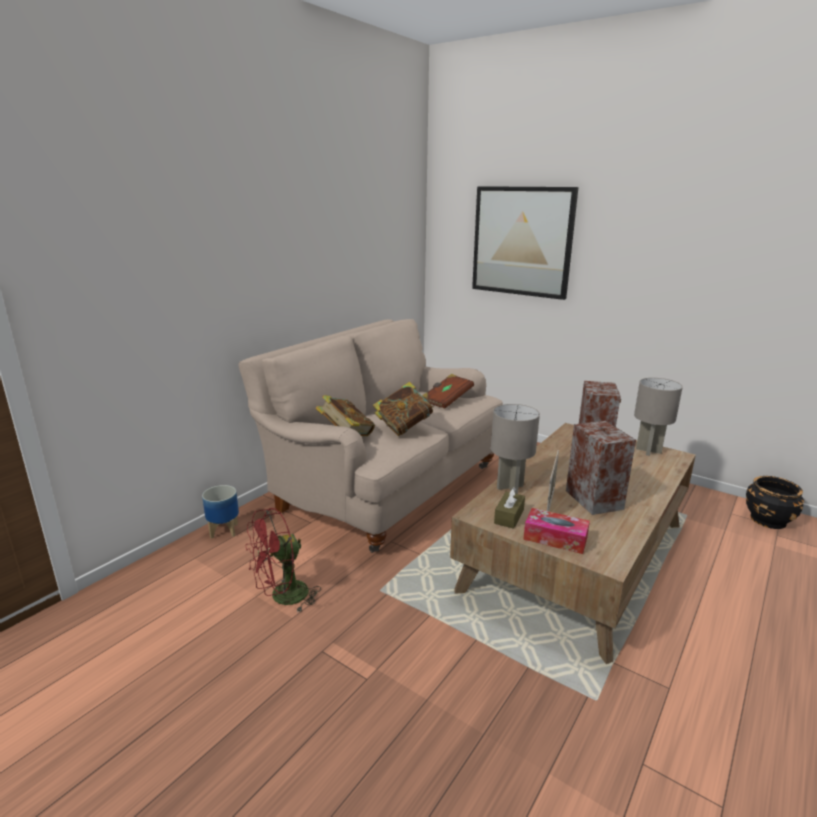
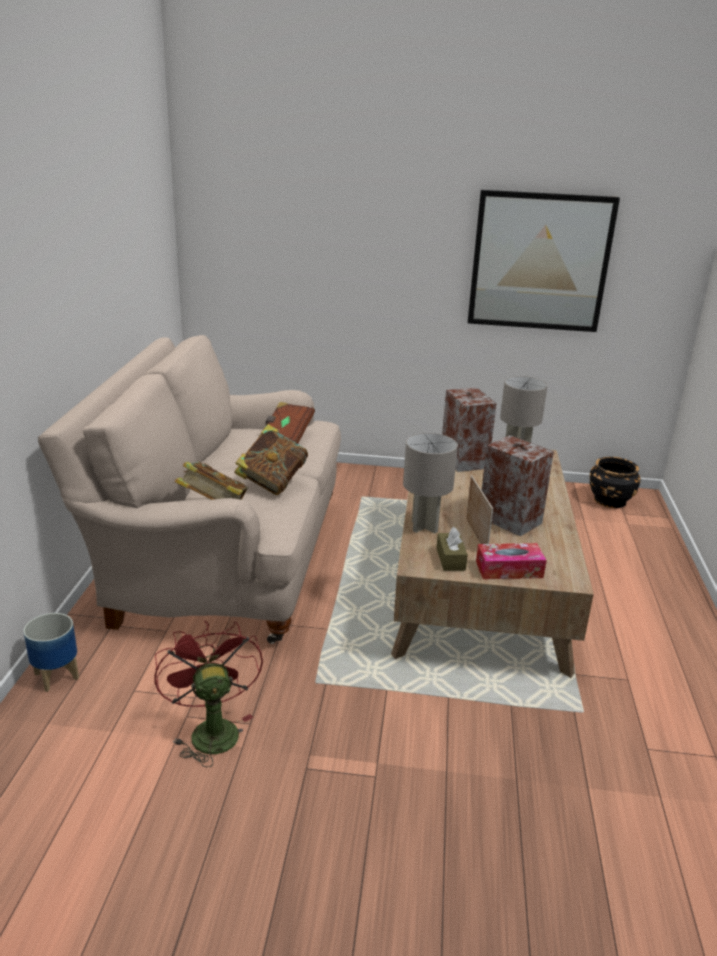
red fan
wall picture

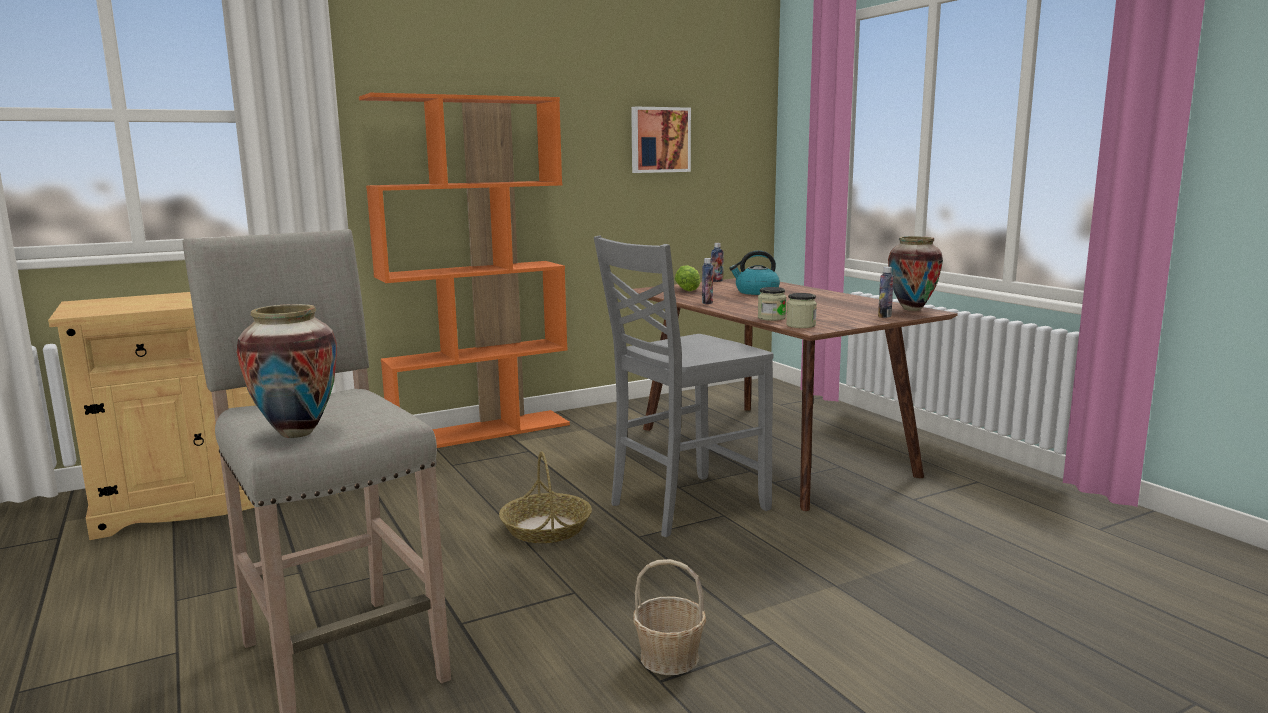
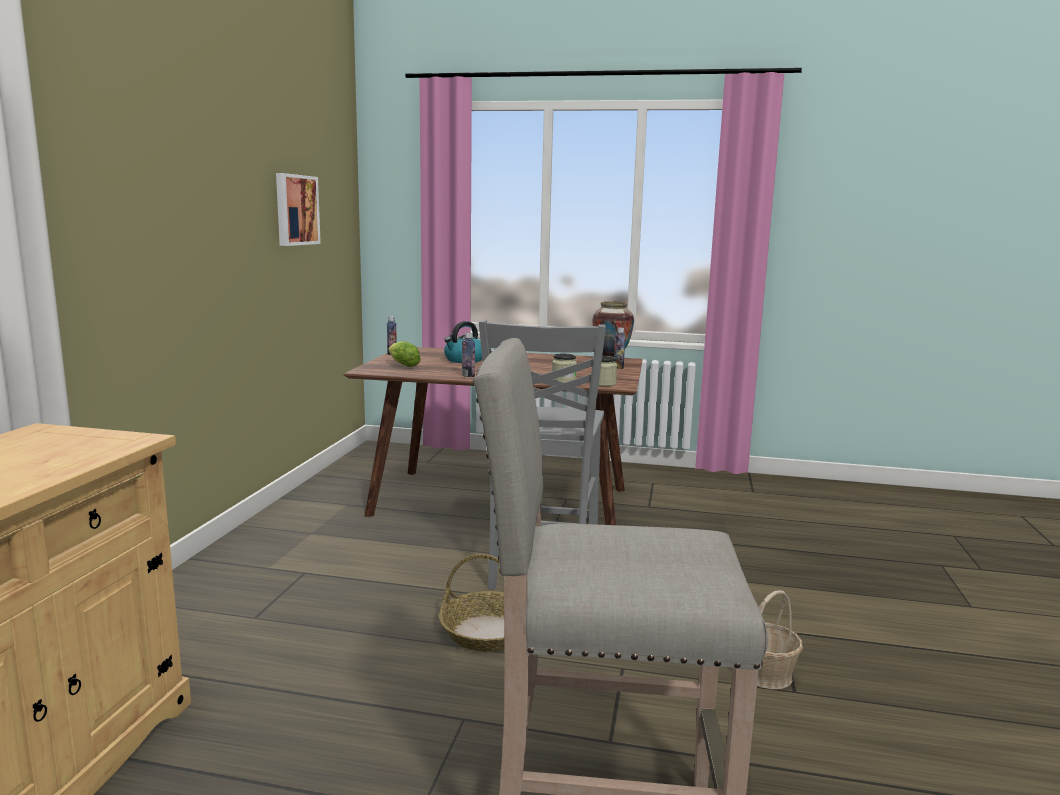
vase (no. 1 from left in the first image)
orangey bookshelf

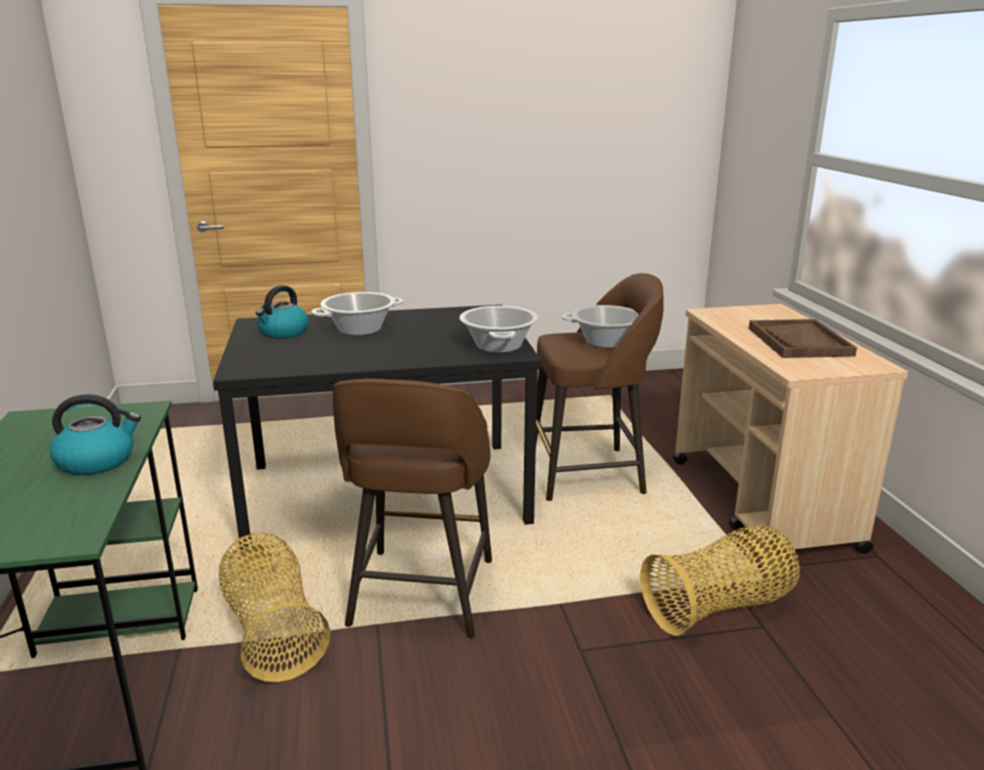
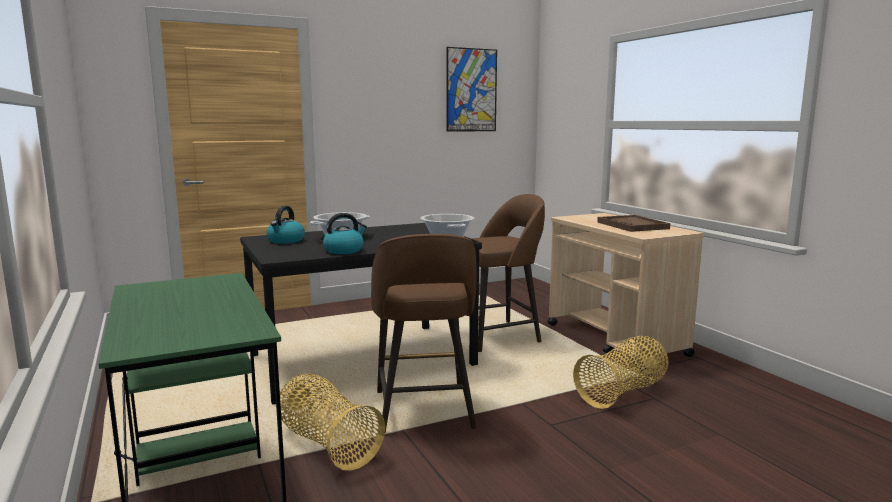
water kettle (no. 2 from left)
cooking pot (no. 3 from left in the first image)
wall picture

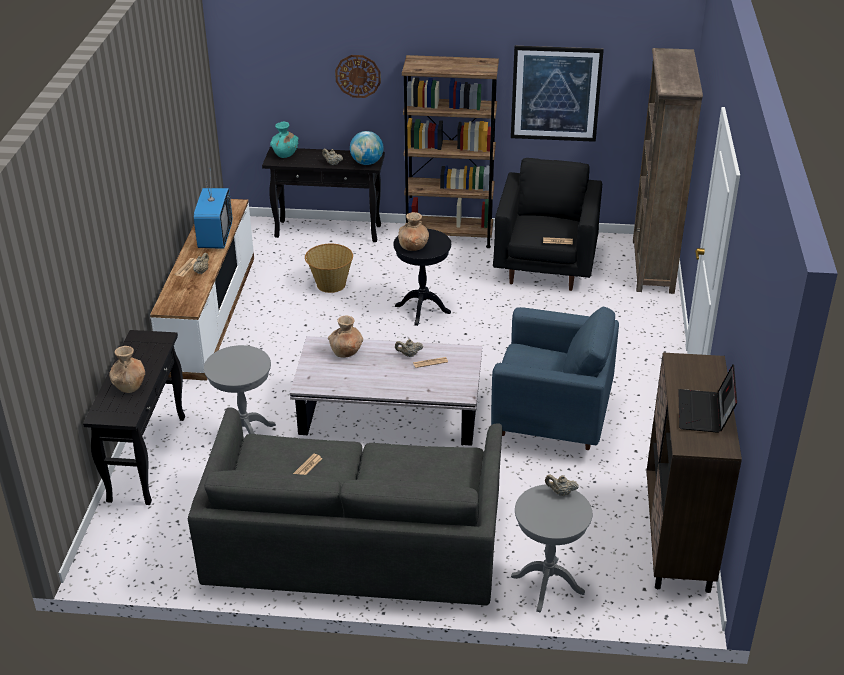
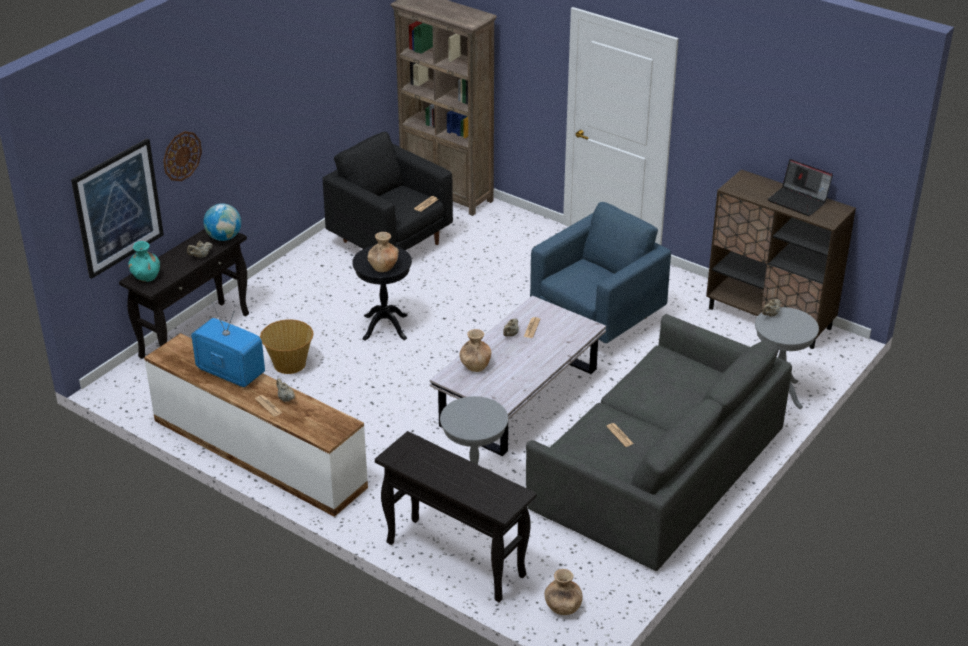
brown vase (no. 3 from left)
brown bookshelf (no. 1 from left in the first image)
wall picture

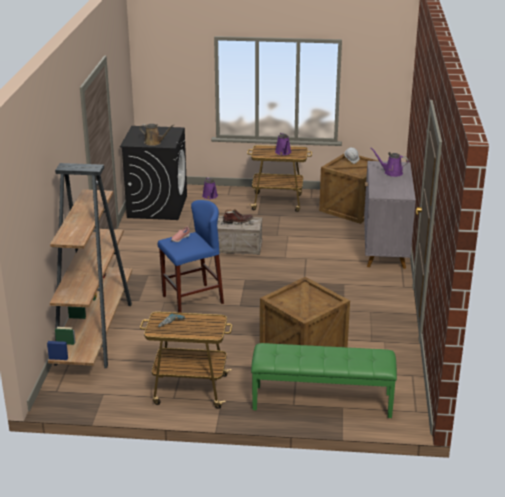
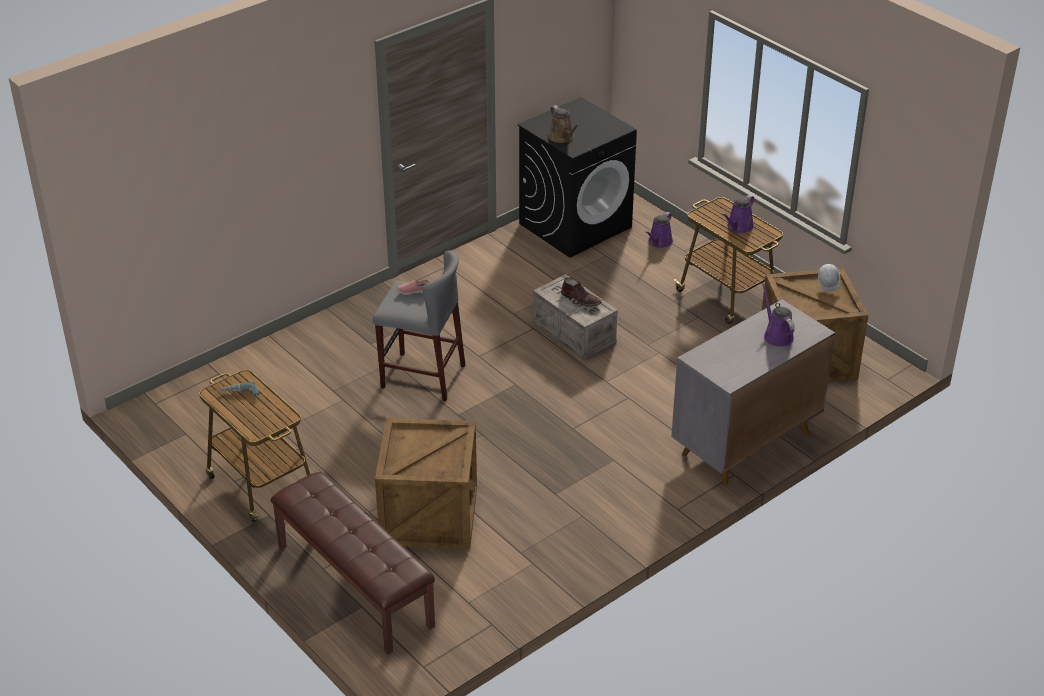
brown bookshelf
greyish stool
brown bench

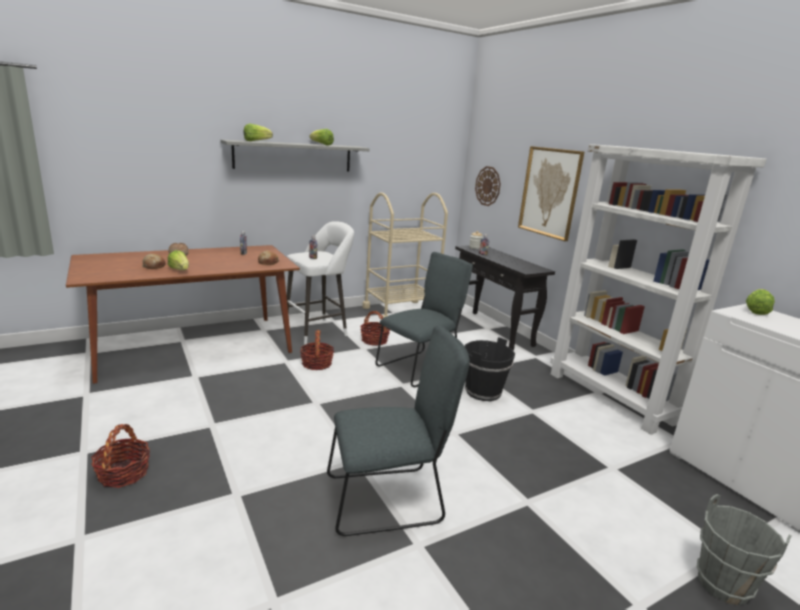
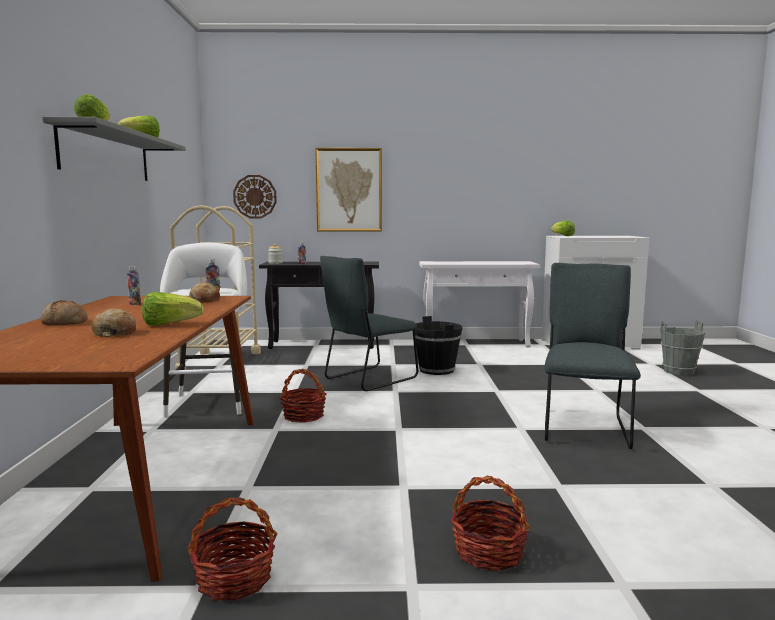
basket (no. 1 from left)
greyish chair (no. 1 from left)
whitish narrow table

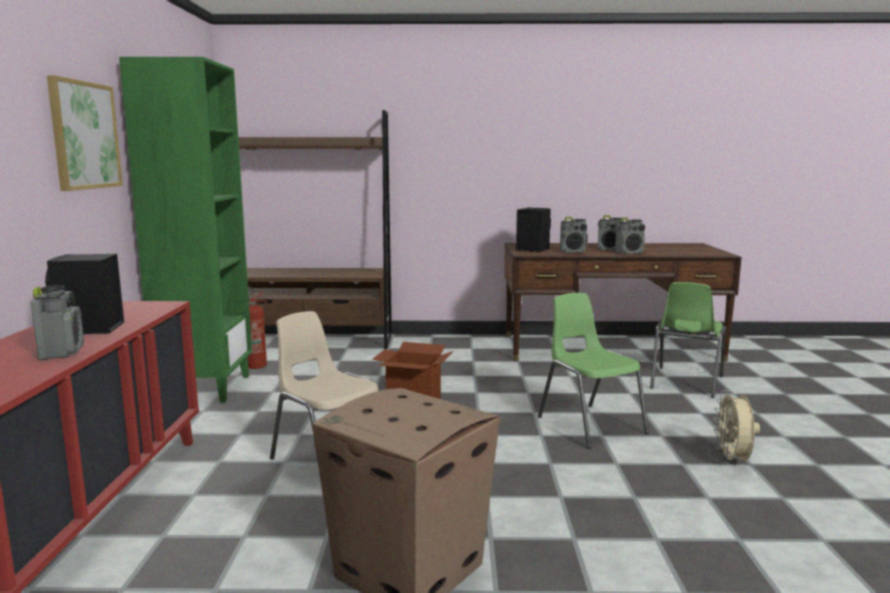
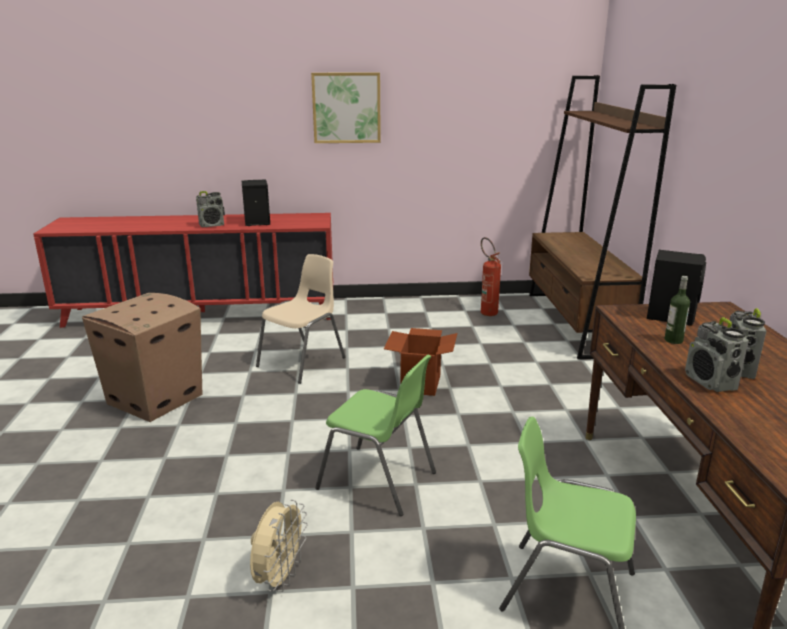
green-coloured bookshelf
green-coloured chair (no. 1 from left)
beverage bottle
sand-coloured fan

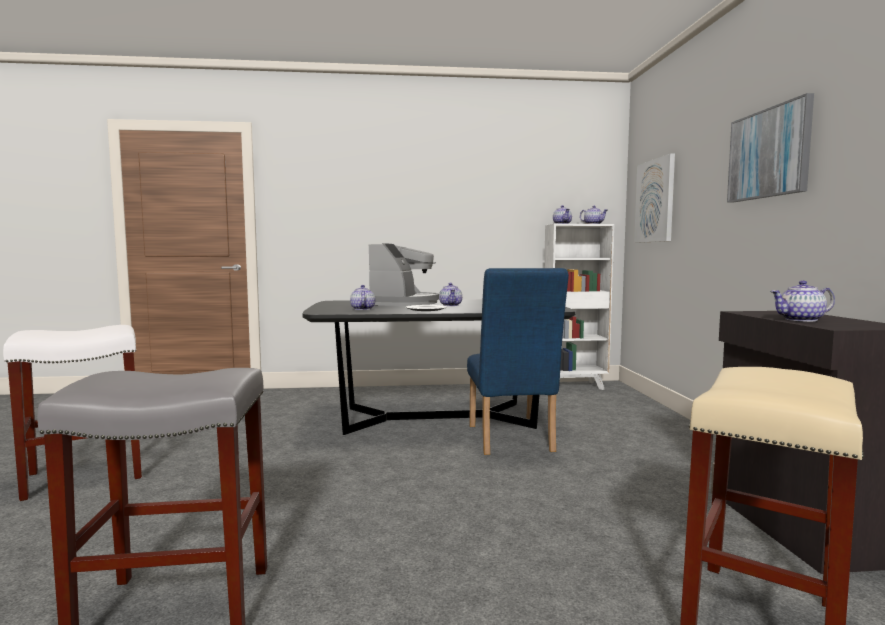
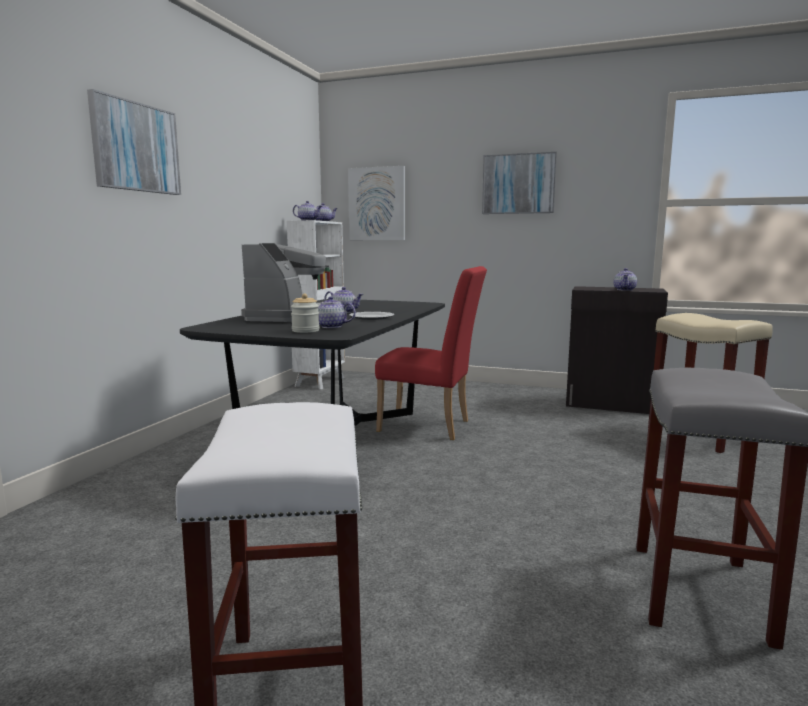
coffee brewer
red chair
wall picture (no. 1 from left)
jar

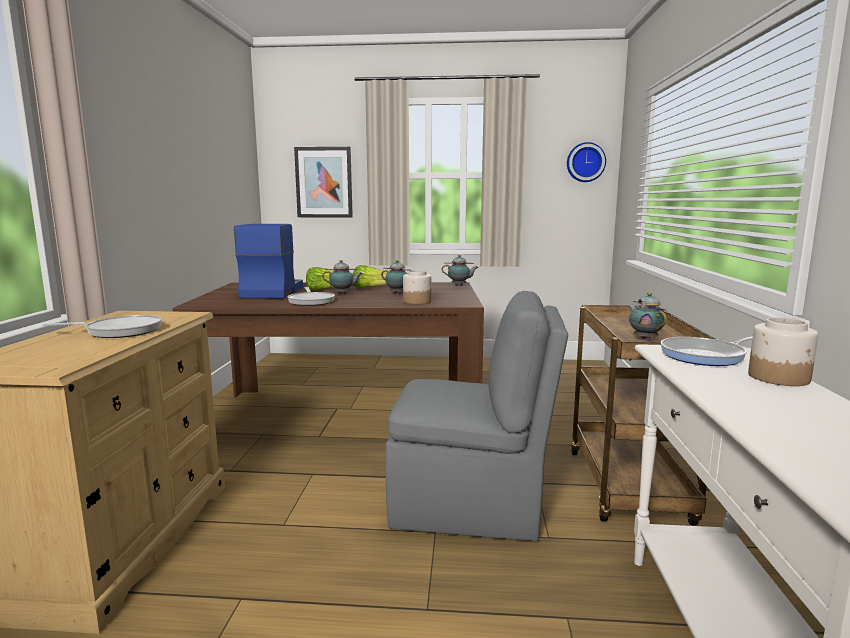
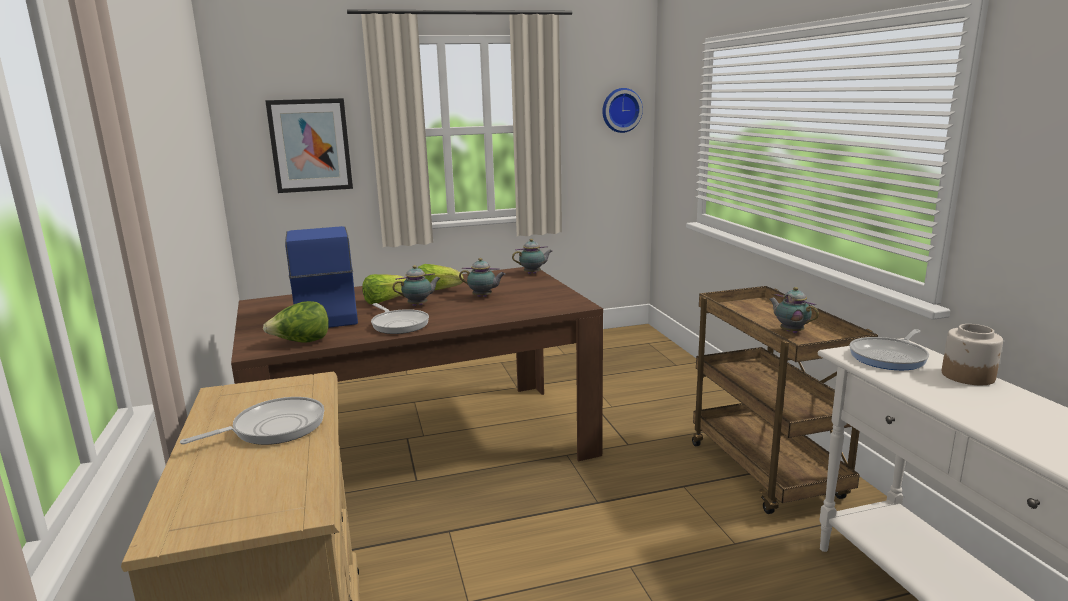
greyish chair
jar (no. 1 from left in the first image)
lettuce (no. 1 from left)

